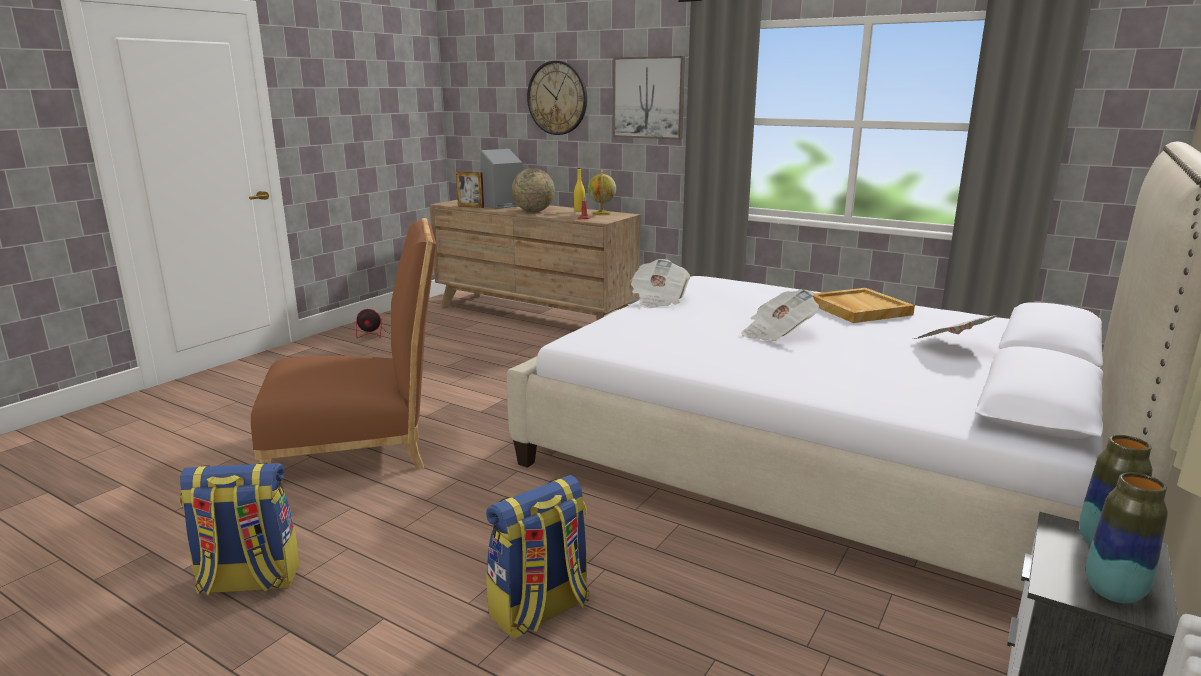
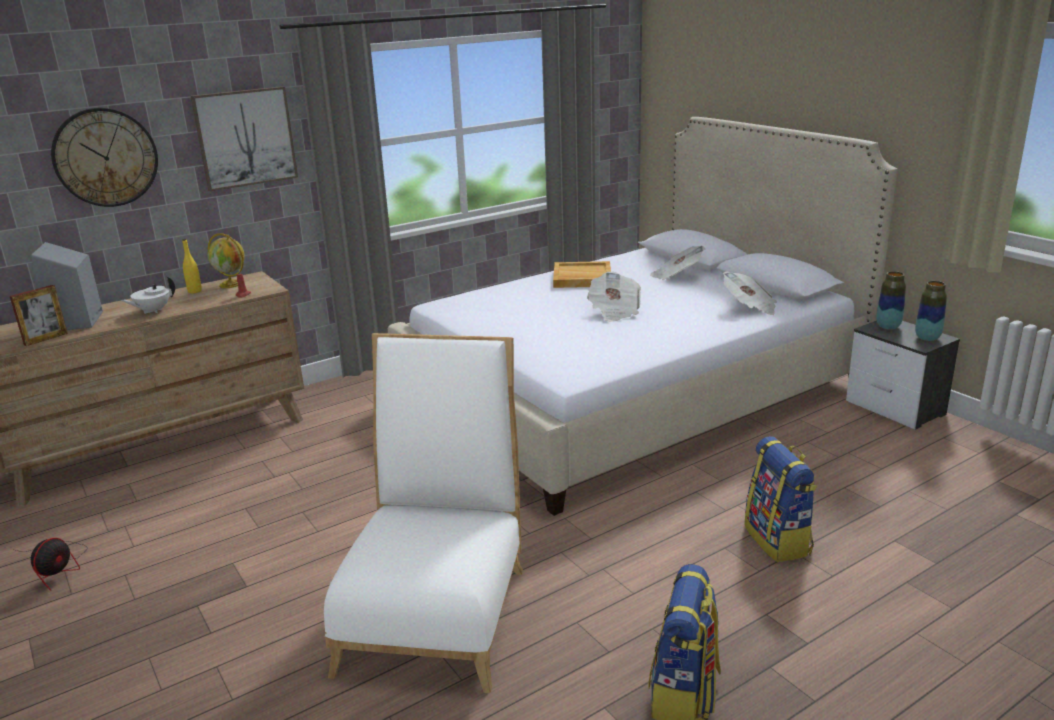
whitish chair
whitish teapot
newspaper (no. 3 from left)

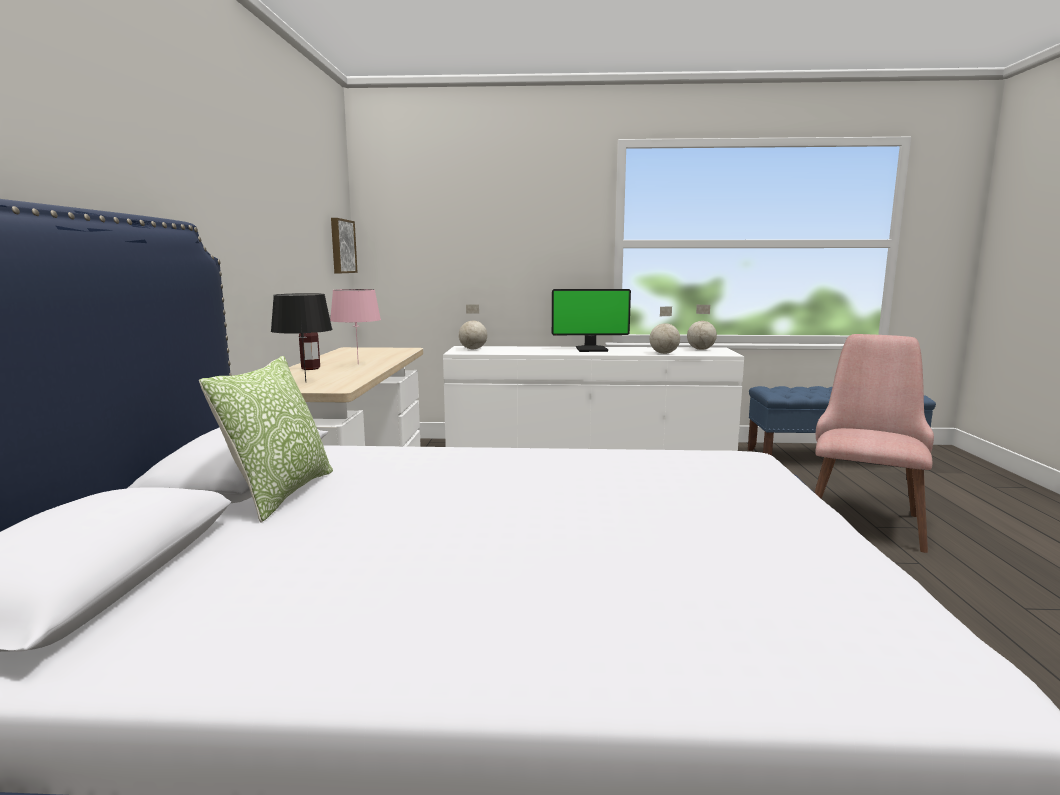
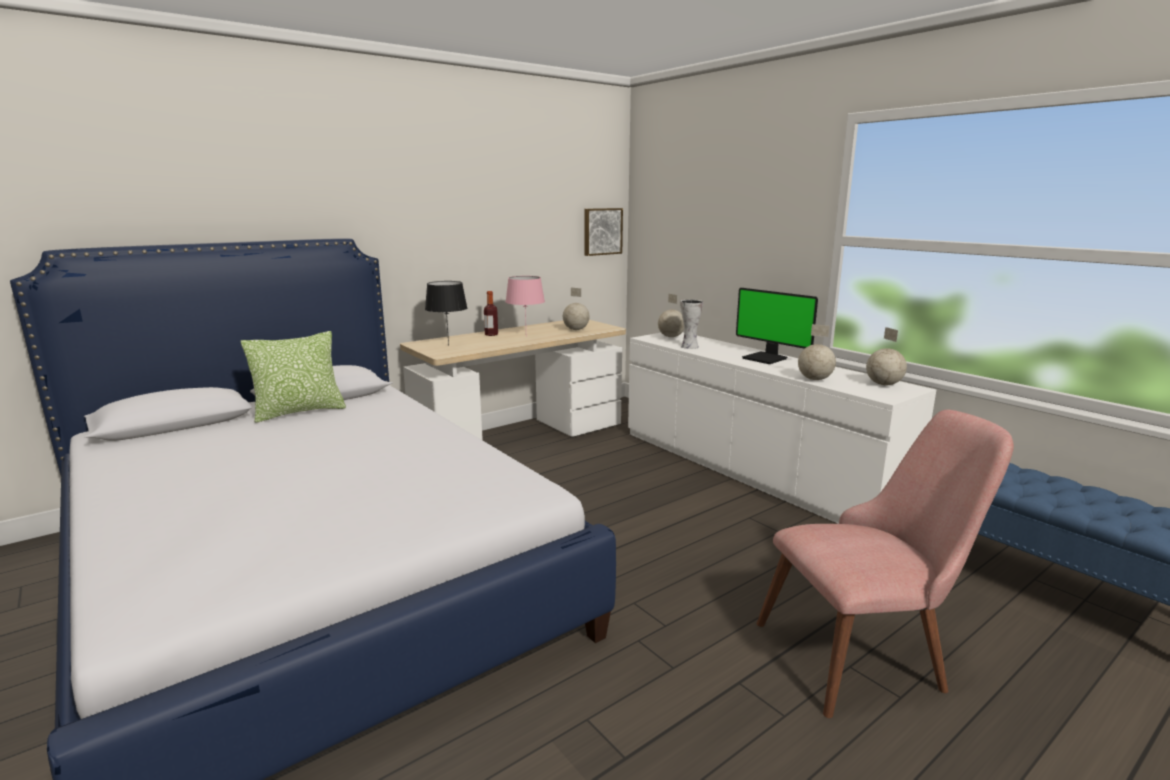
world globe (no. 1 from left)
vase

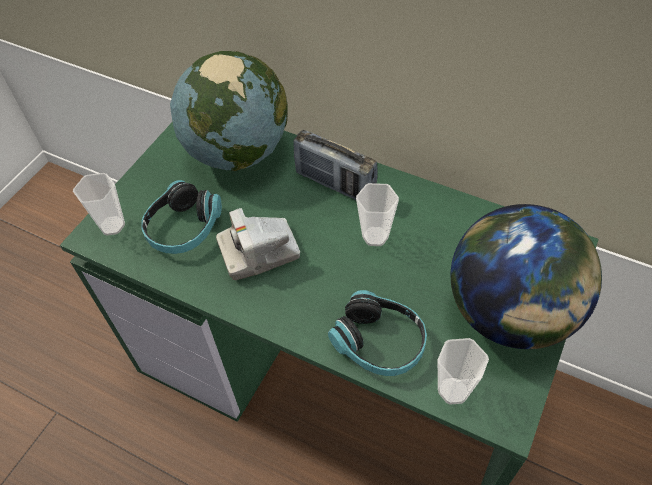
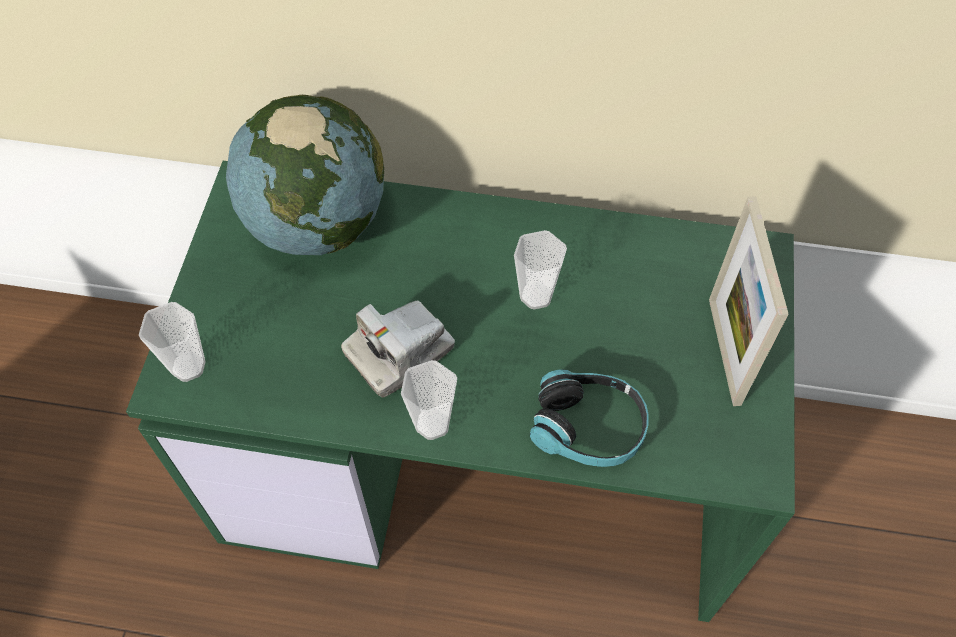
headset (no. 1 from left in the first image)
radio receiver
small cup (no. 2 from left)
picture frame

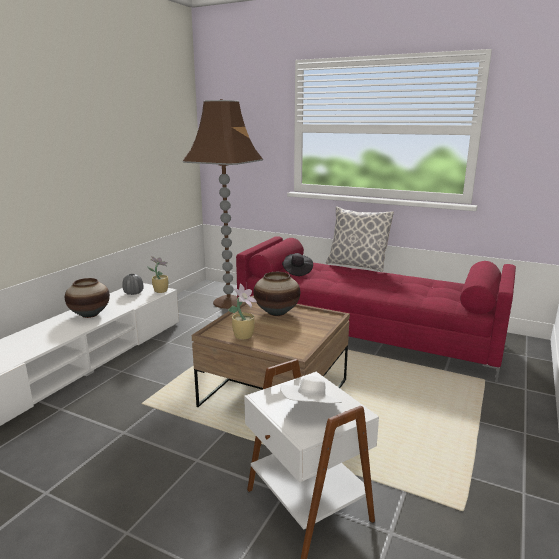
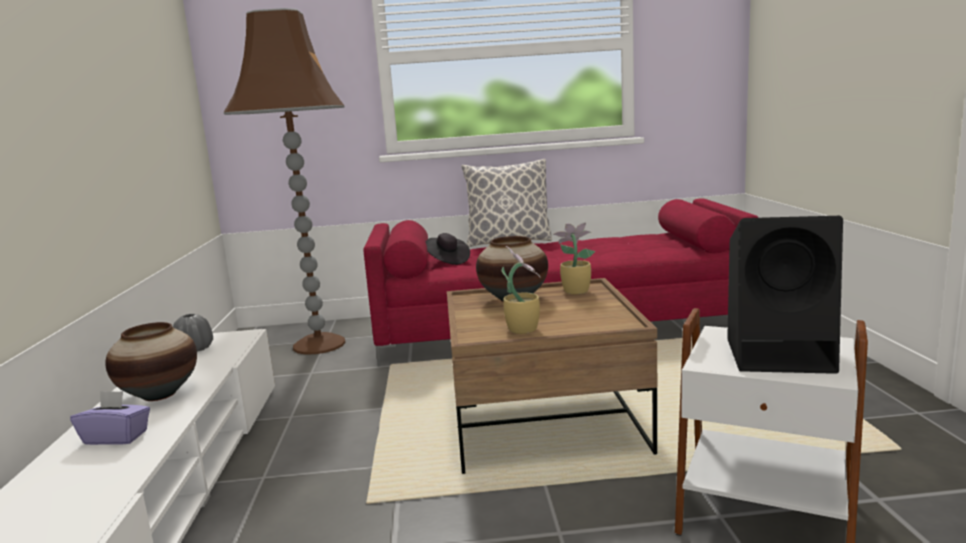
plant in a pot (no. 2 from left)
blackish speaker
purple tissue box

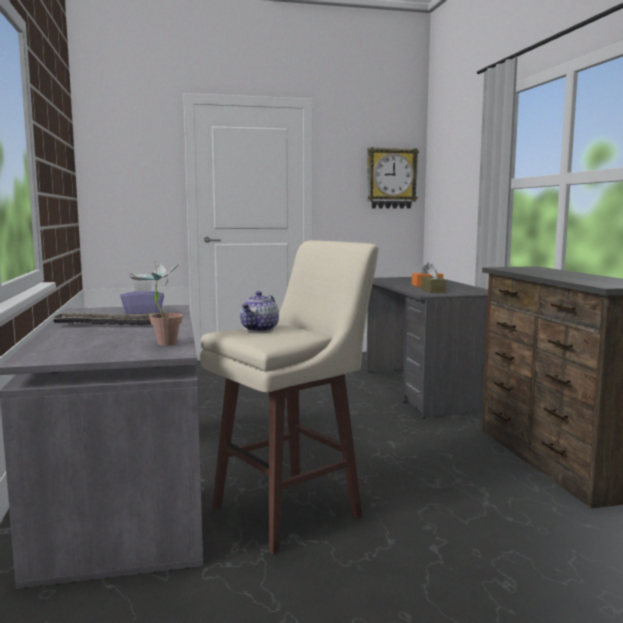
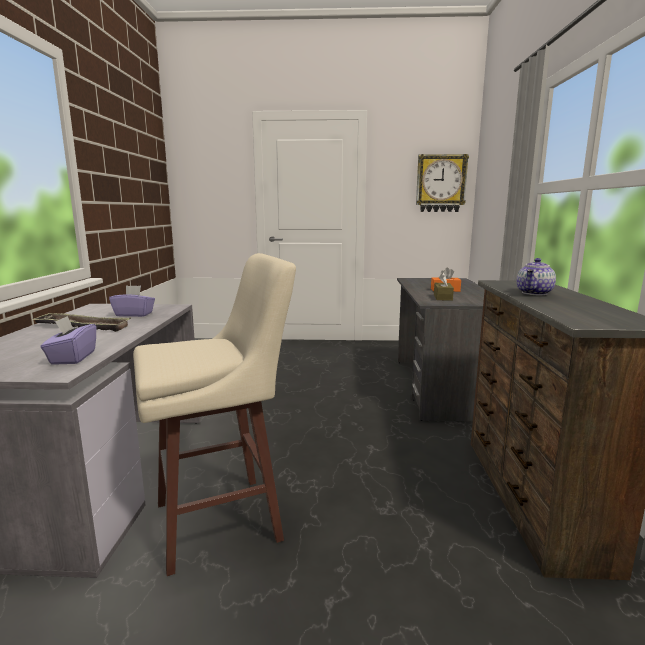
purple tissue box (no. 1 from left)
teapot

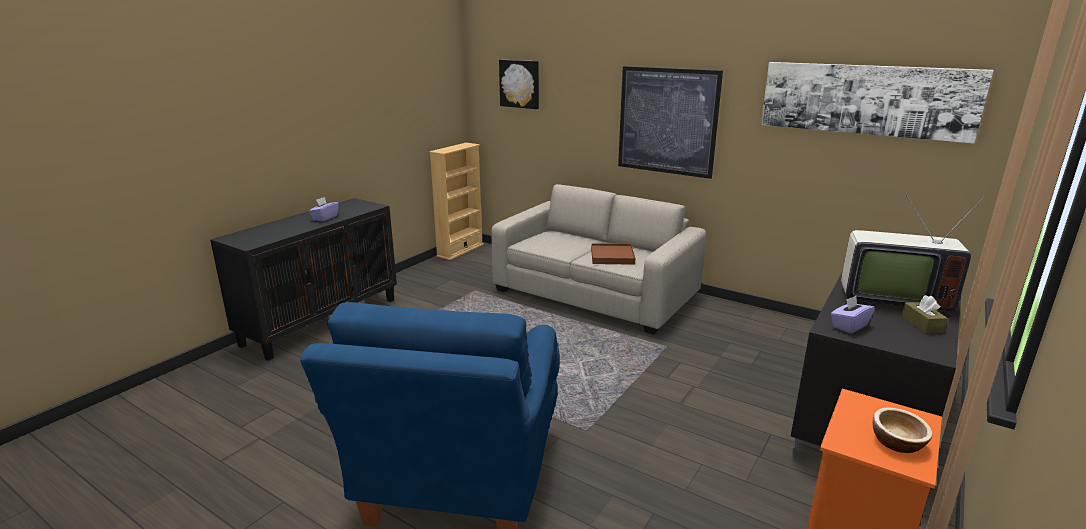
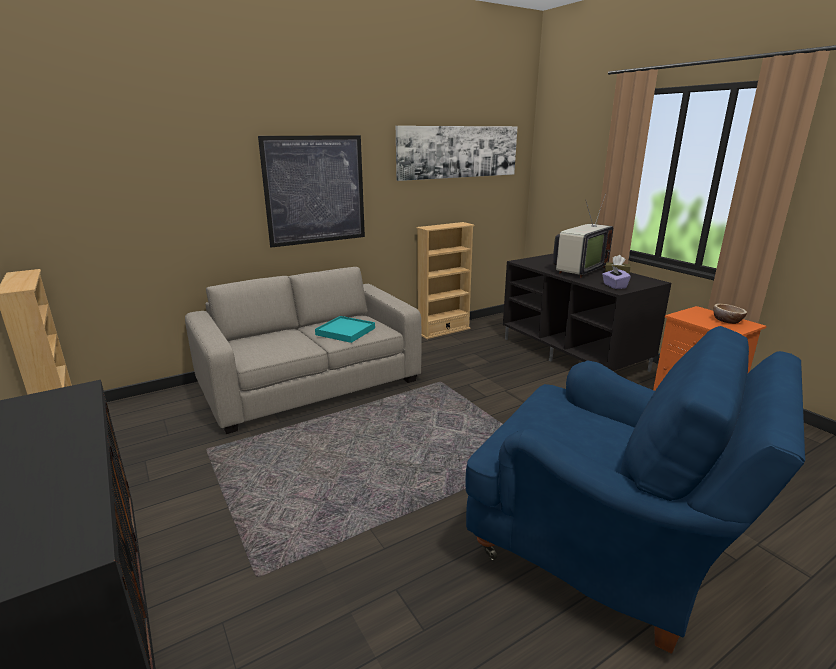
purple tissue box (no. 1 from left in the first image)
wall picture (no. 1 from left in the first image)
blue-green tray
sand-coloured bookshelf (no. 2 from left)

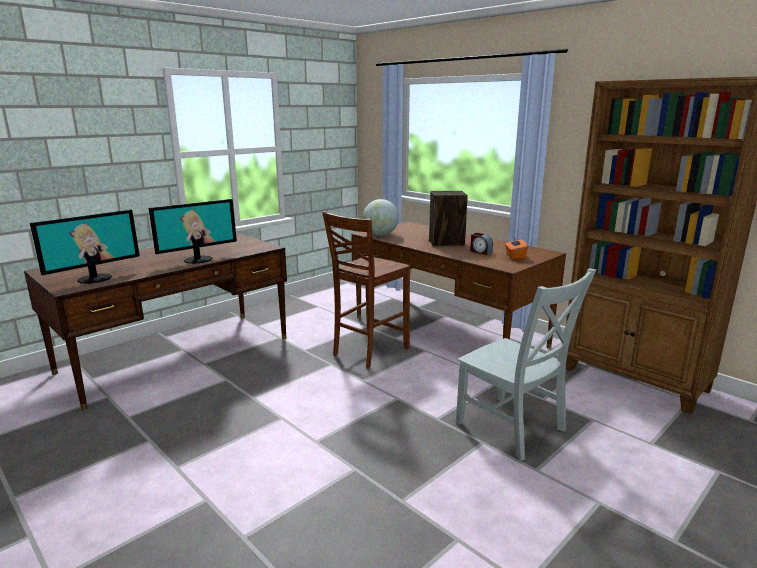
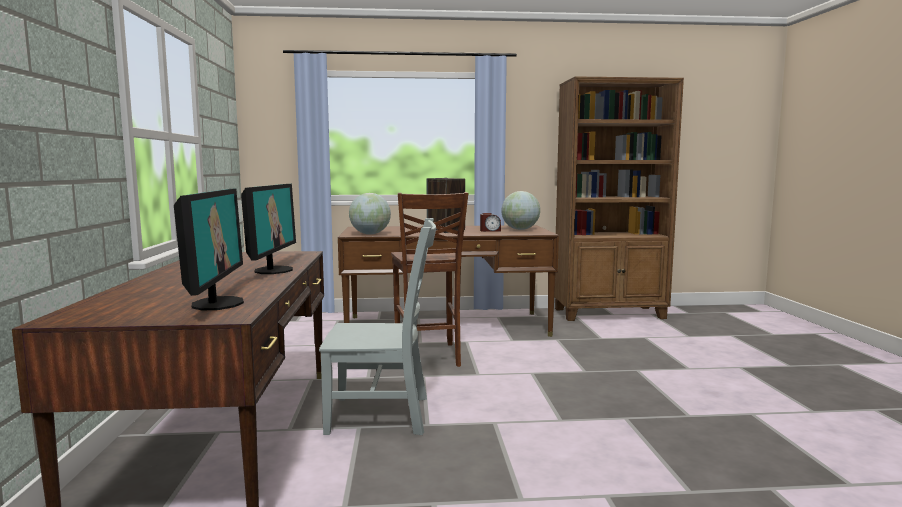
greyish chair
world globe (no. 2 from left)

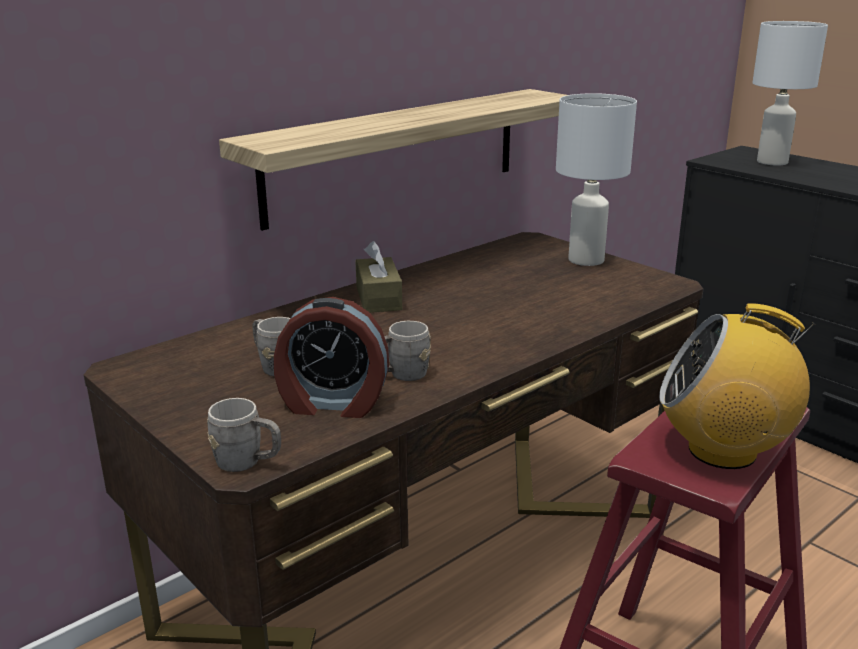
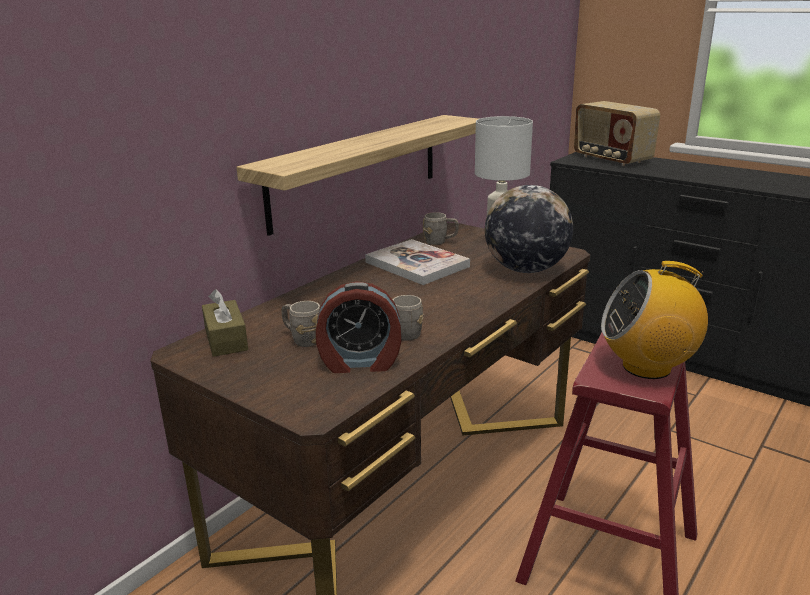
greyish coffee mug (no. 3 from left)
brown tissue box
radio receiver (no. 1 from left)
book
world globe

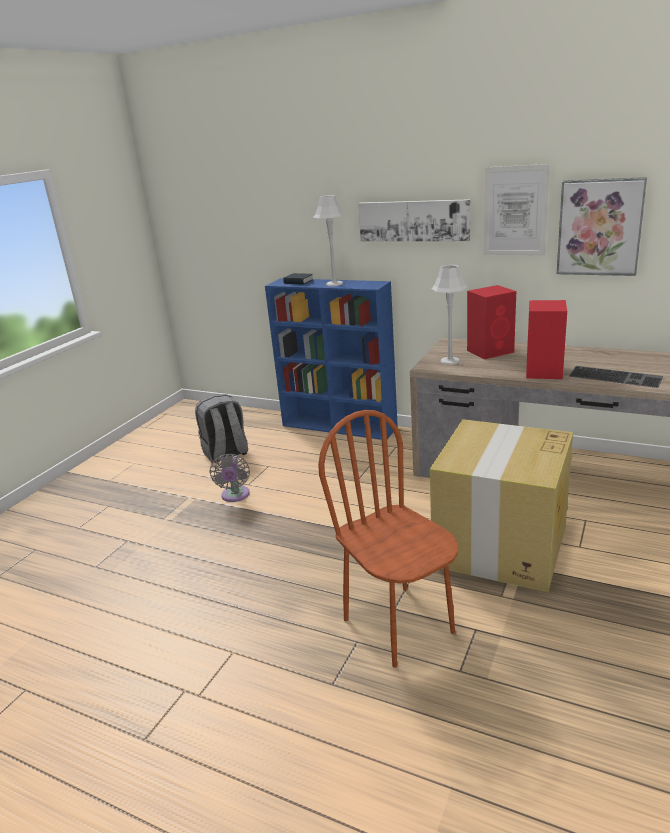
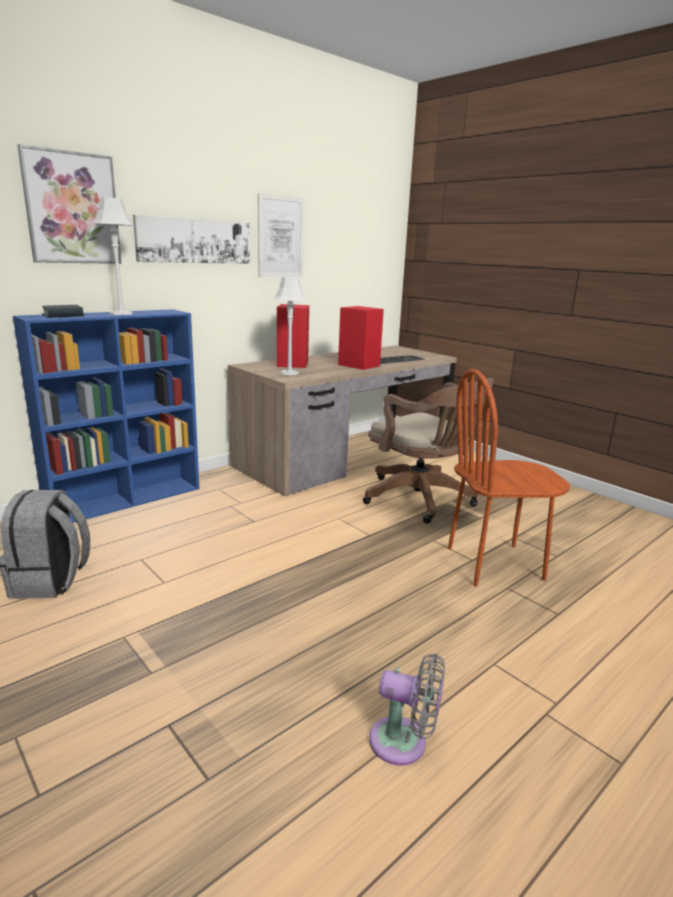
greyish fan
brown computer chair
wall picture (no. 1 from left)

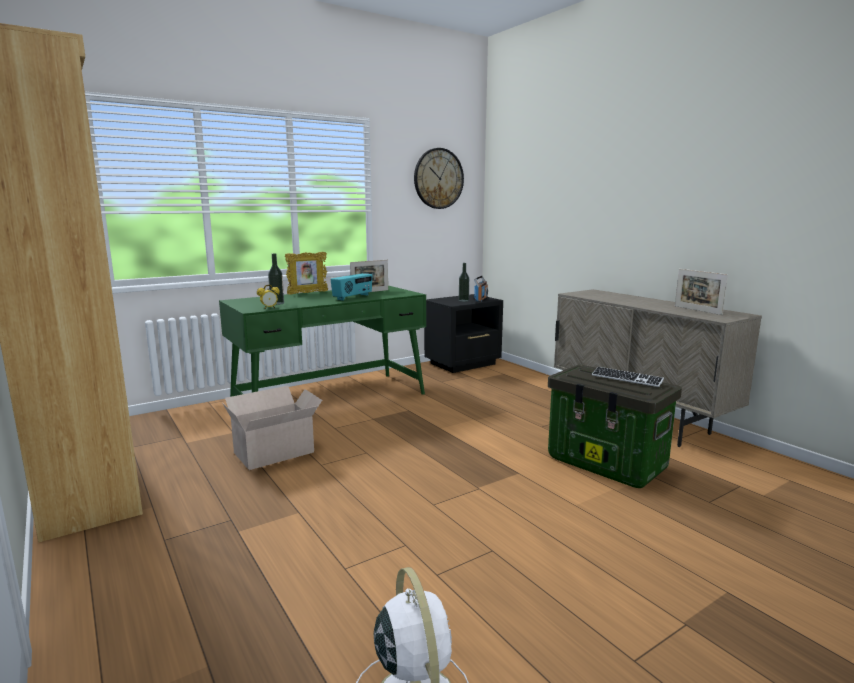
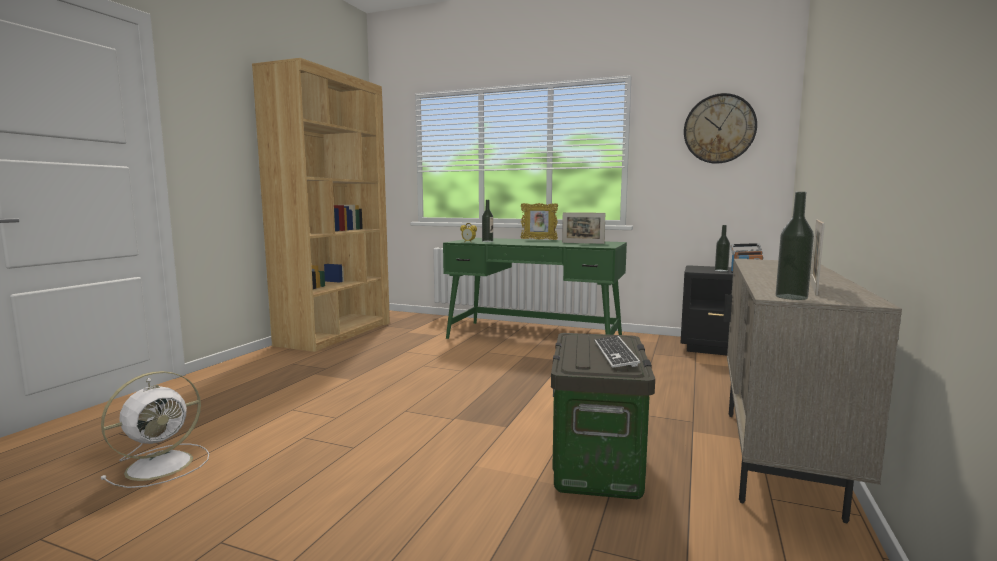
carton
radio receiver (no. 1 from left in the first image)
beverage bottle (no. 3 from left)

